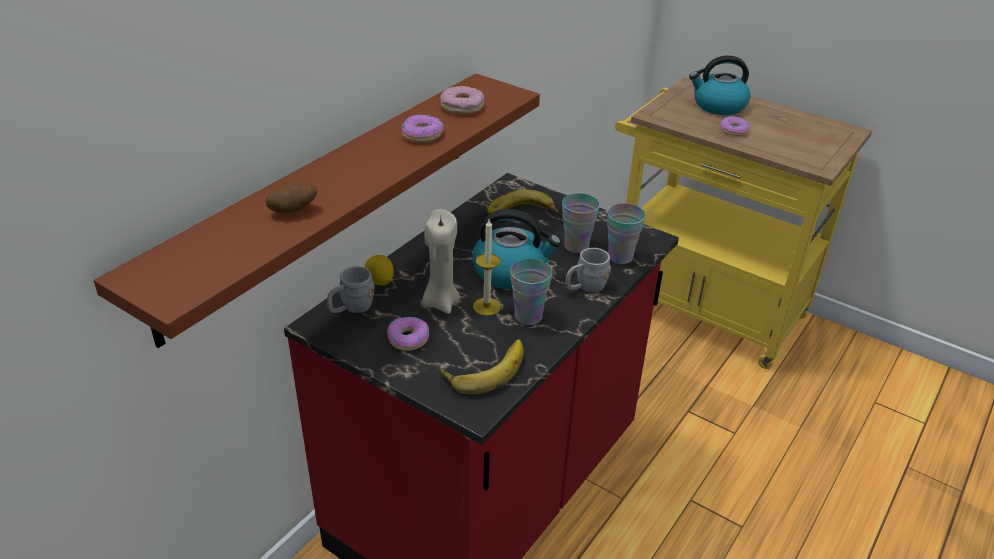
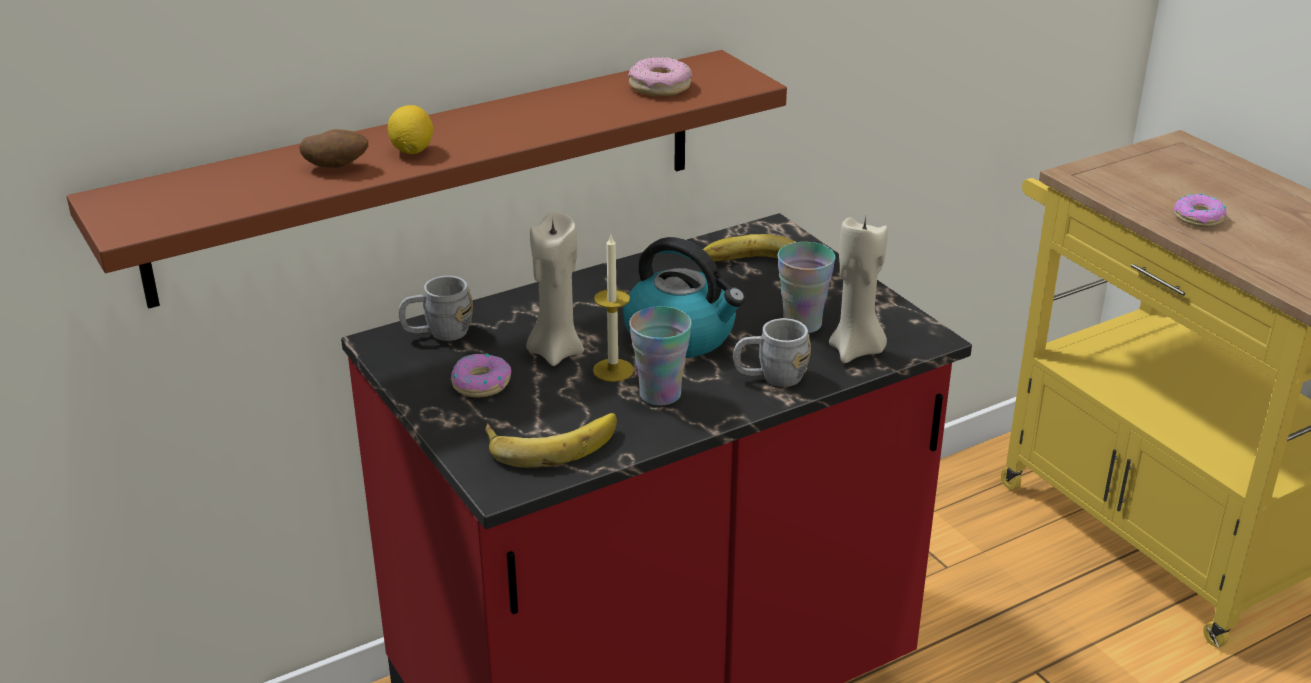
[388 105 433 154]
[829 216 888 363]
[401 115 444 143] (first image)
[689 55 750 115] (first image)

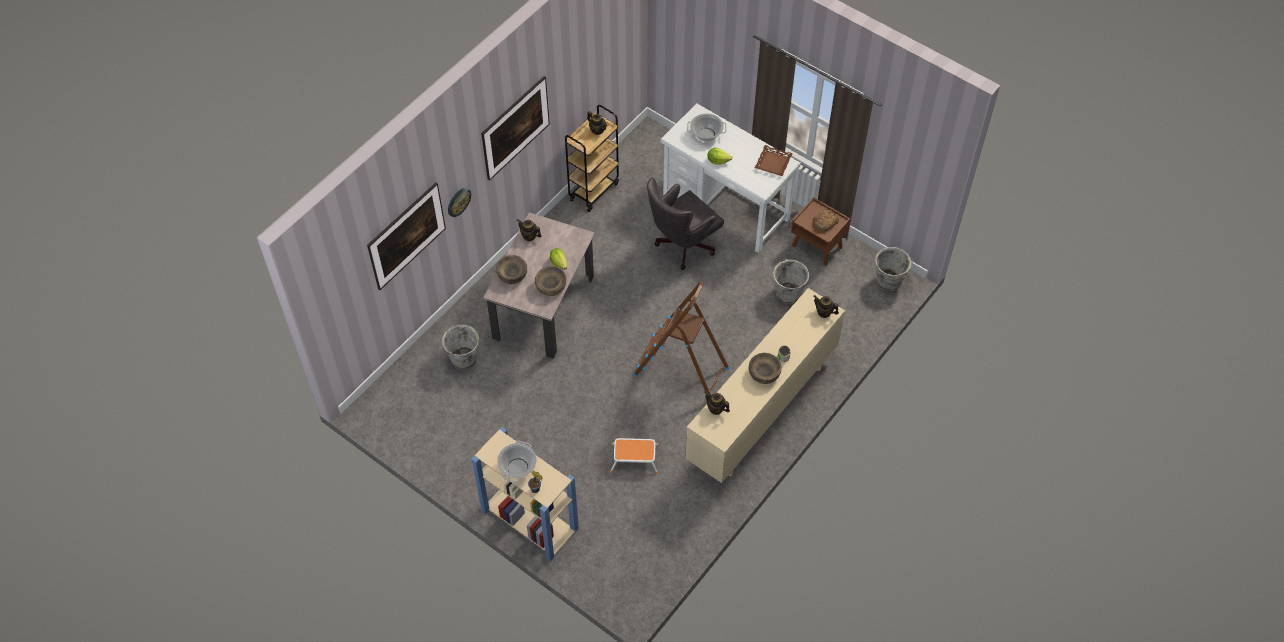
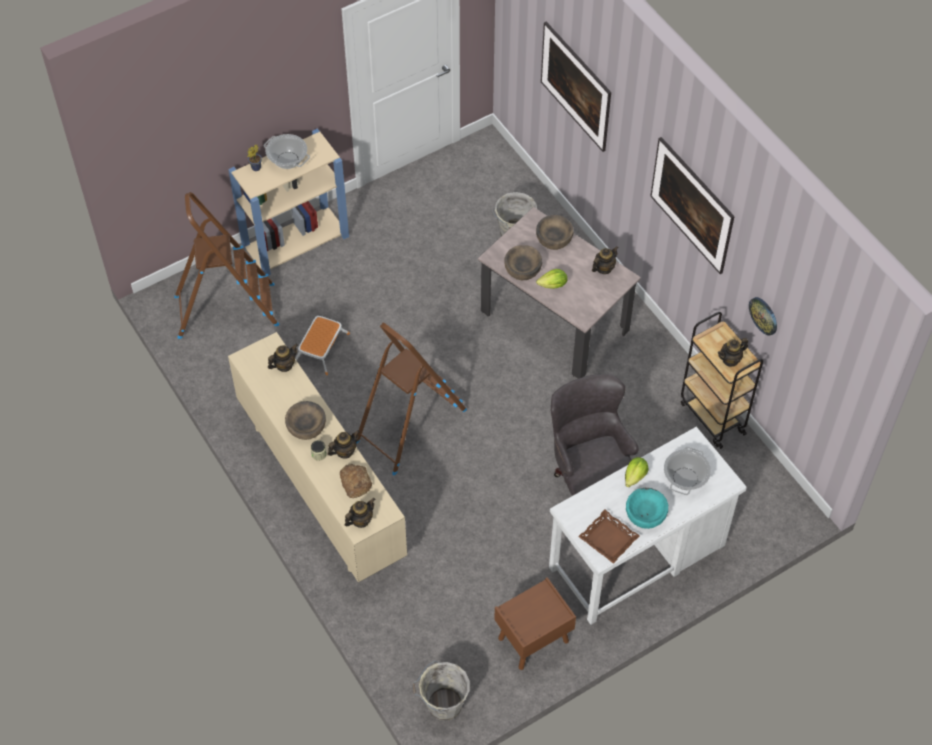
[174 192 279 339]
[328 430 360 458]
[340 464 372 498]
[626 488 668 529]
[749 297 777 336]
[769 258 809 304] (first image)

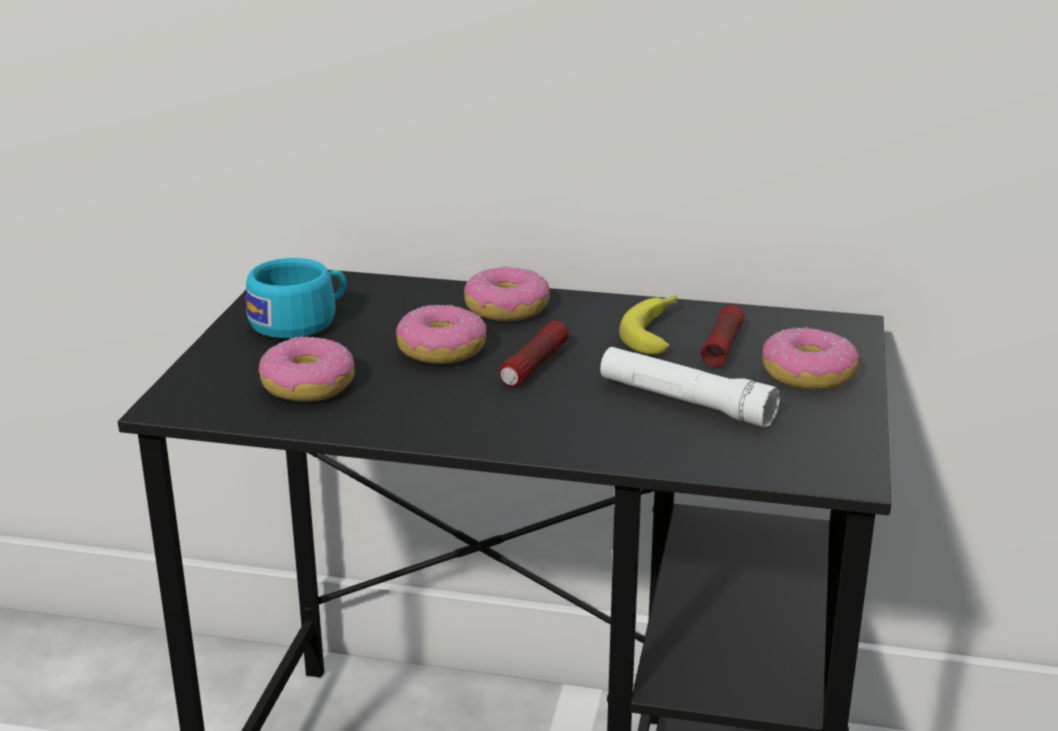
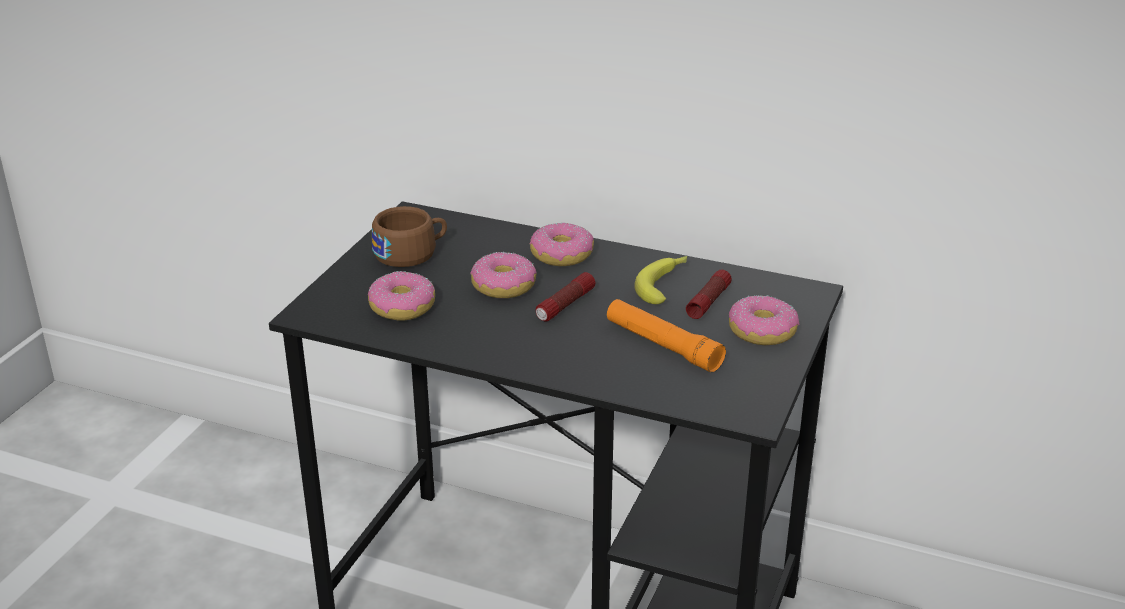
[372 206 447 267]
[607 299 726 372]

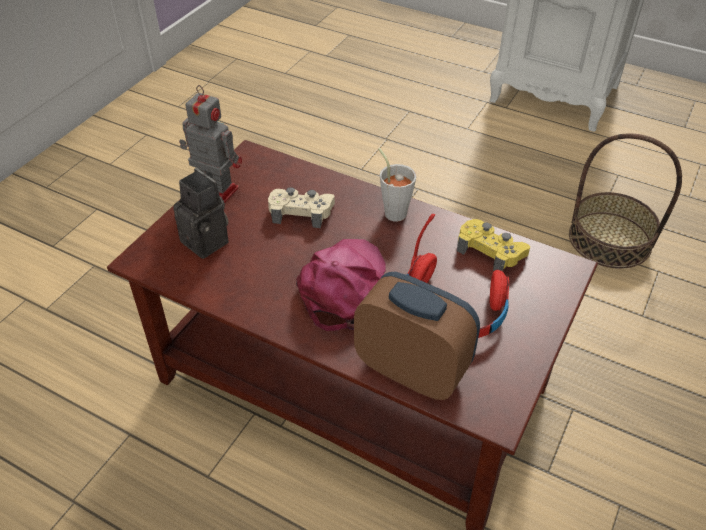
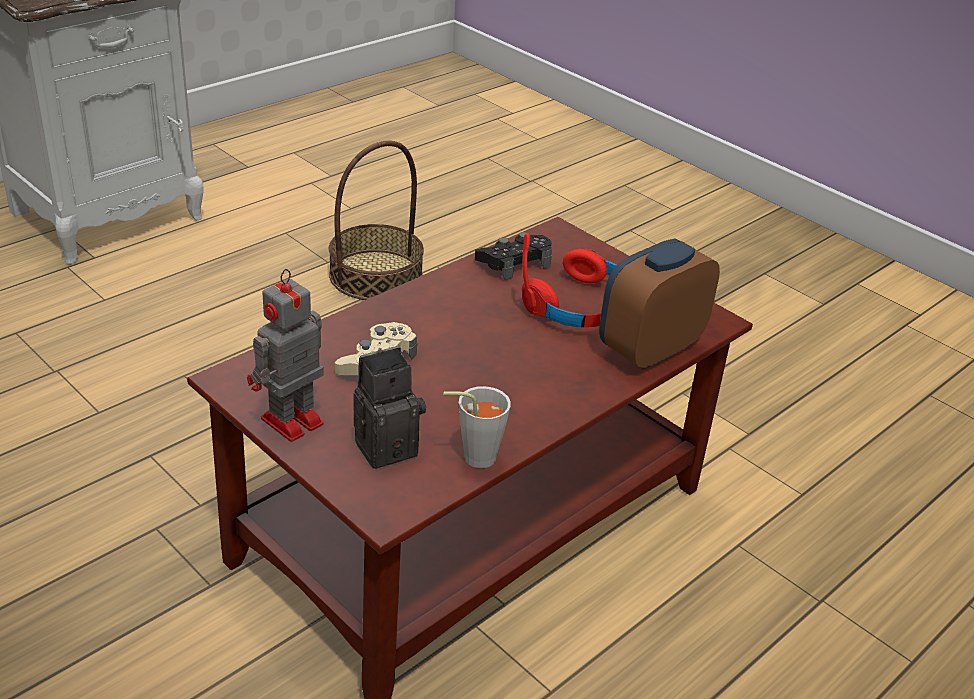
[444 386 511 468]
[475 232 552 280]
[296 239 386 331] (first image)

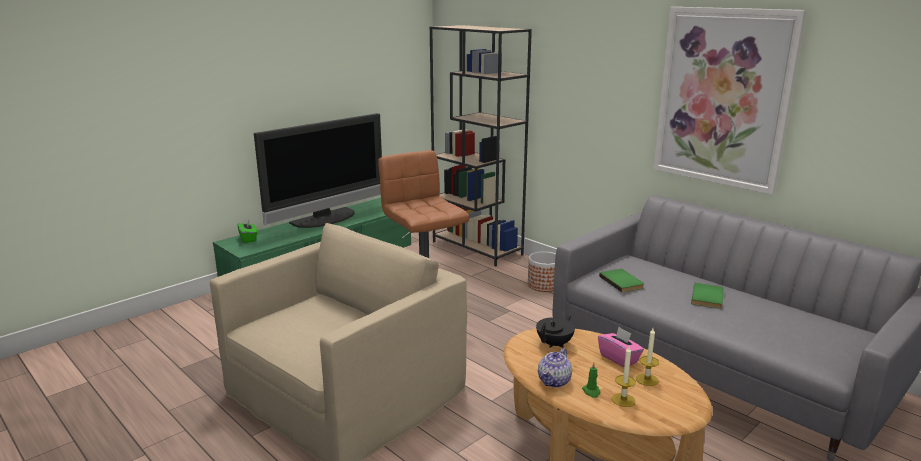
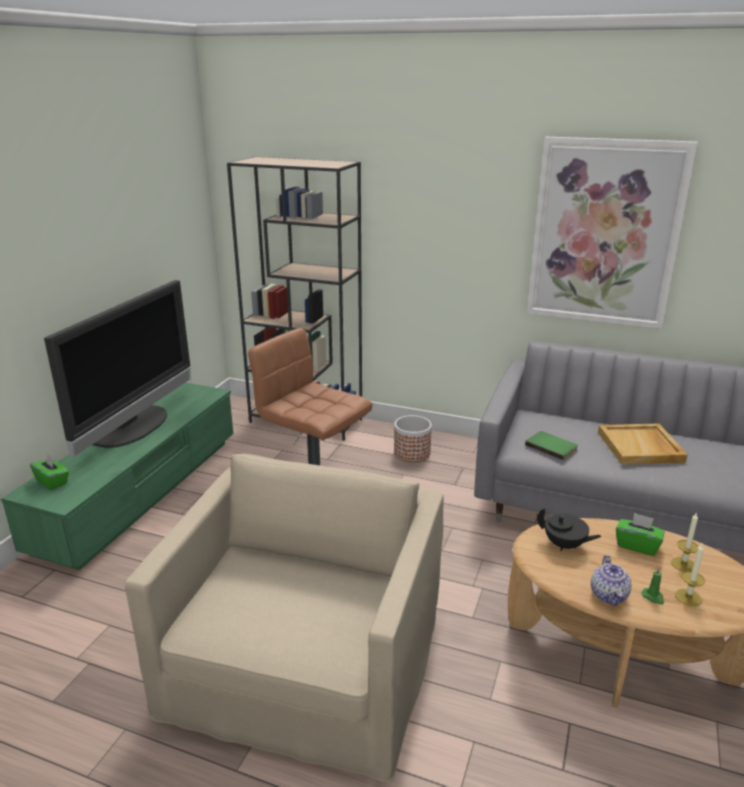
[537 507 602 551]
[598 423 688 465]
[616 513 665 556]

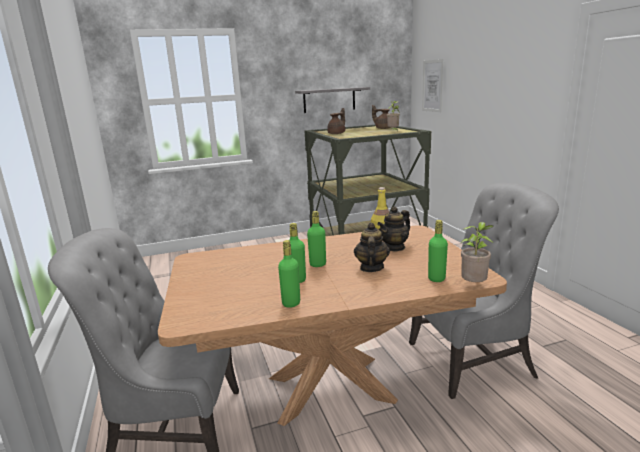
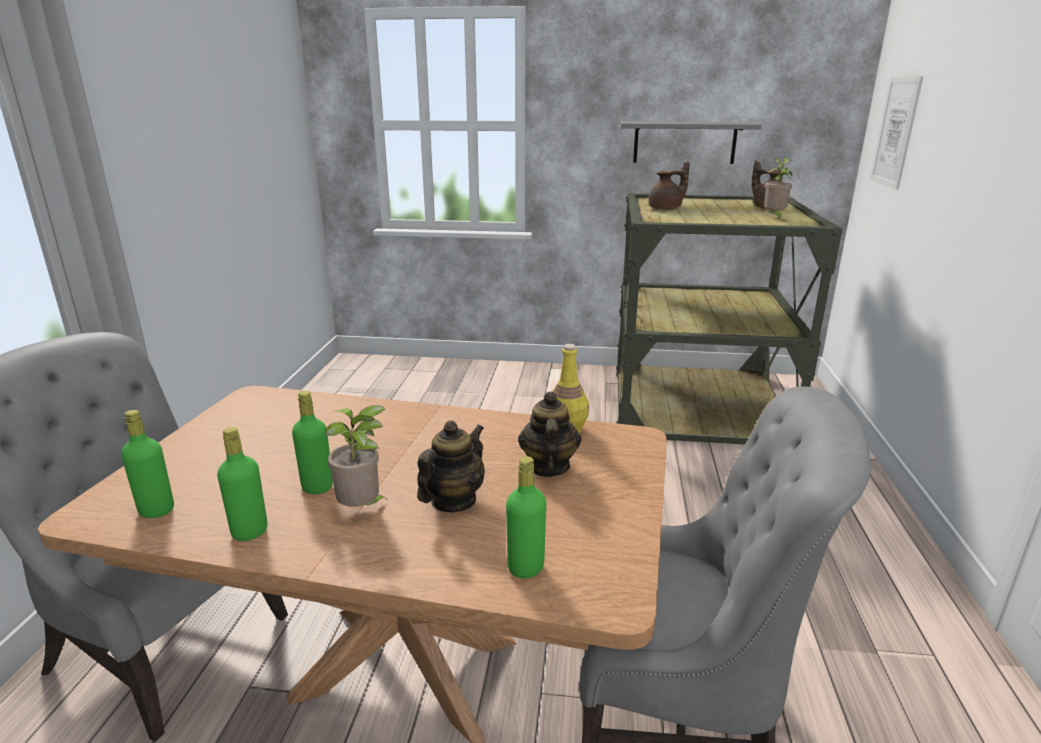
[121 410 174 518]
[325 405 386 507]
[518 391 582 477]

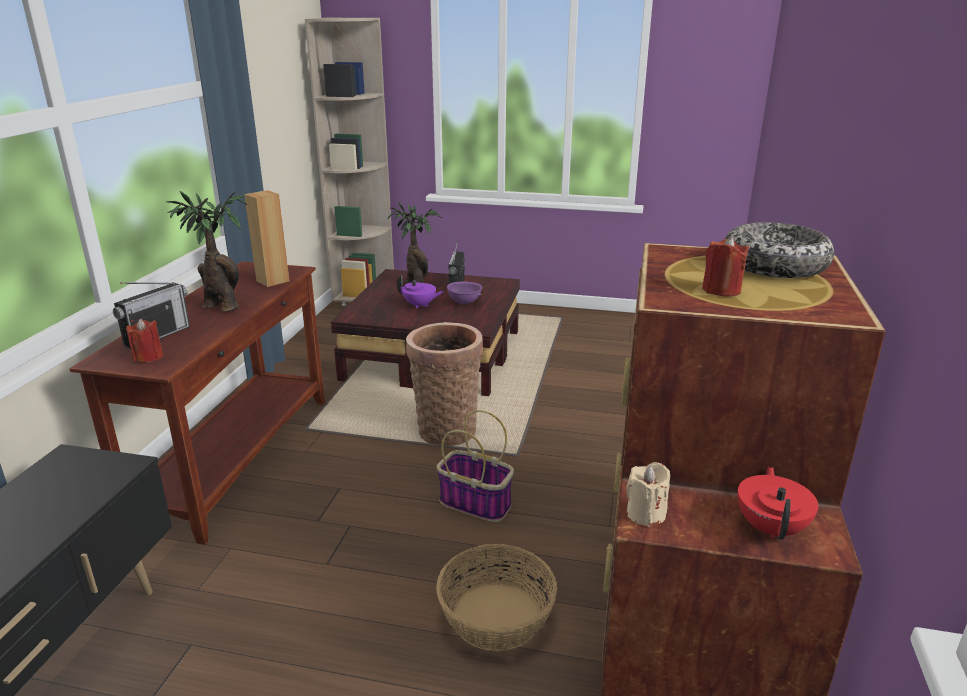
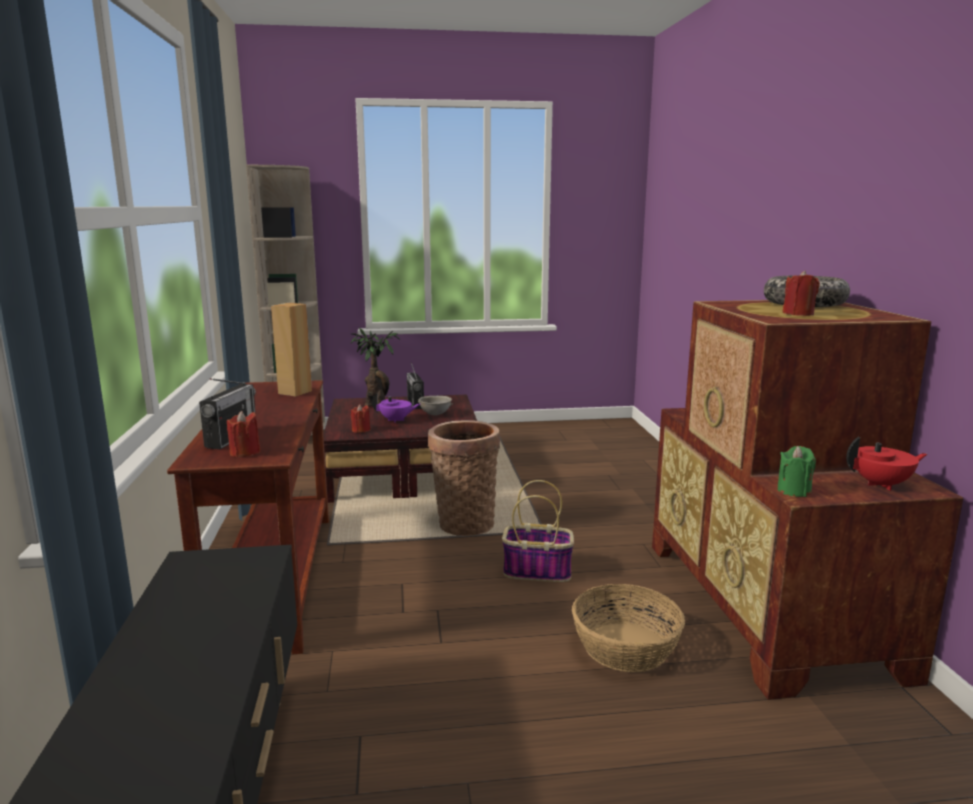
[350 404 370 433]
[418 396 453 415]
[777 446 816 497]
[846 437 927 491]
[166 191 247 312] (first image)

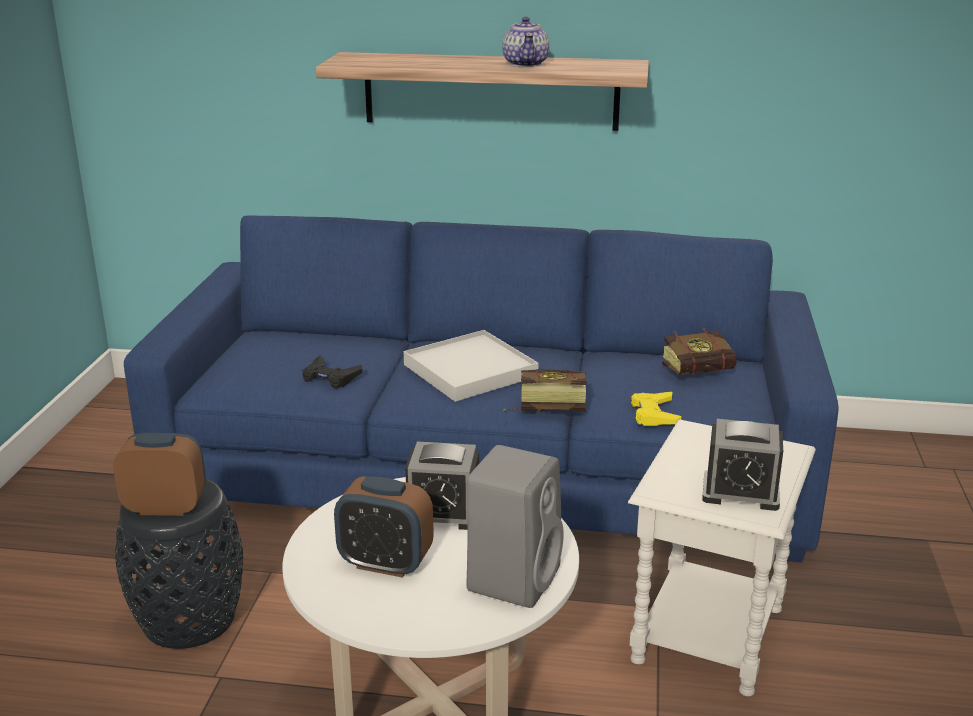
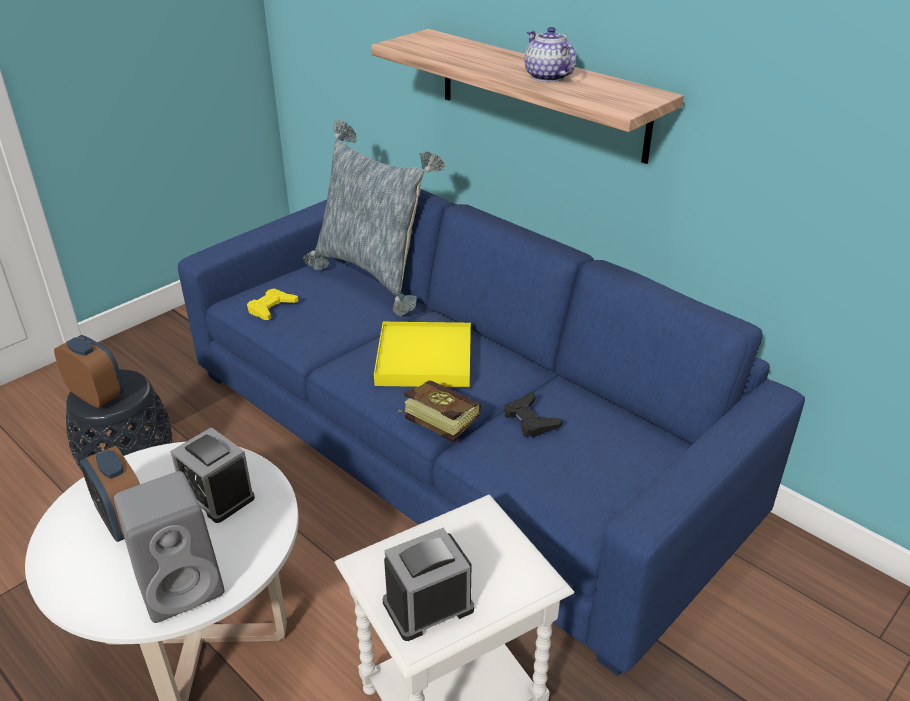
[247 289 298 320]
[303 119 445 316]
[374 322 471 387]
[383 527 474 641]
[504 392 563 438]
[524 27 576 82]
[662 328 737 375] (first image)

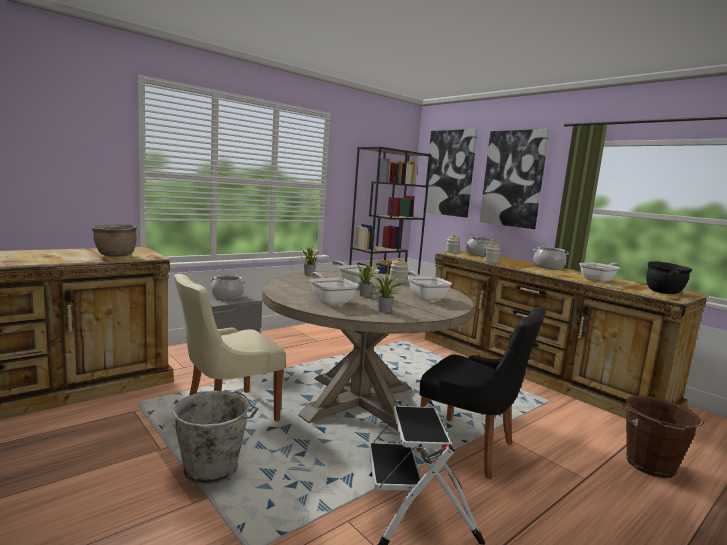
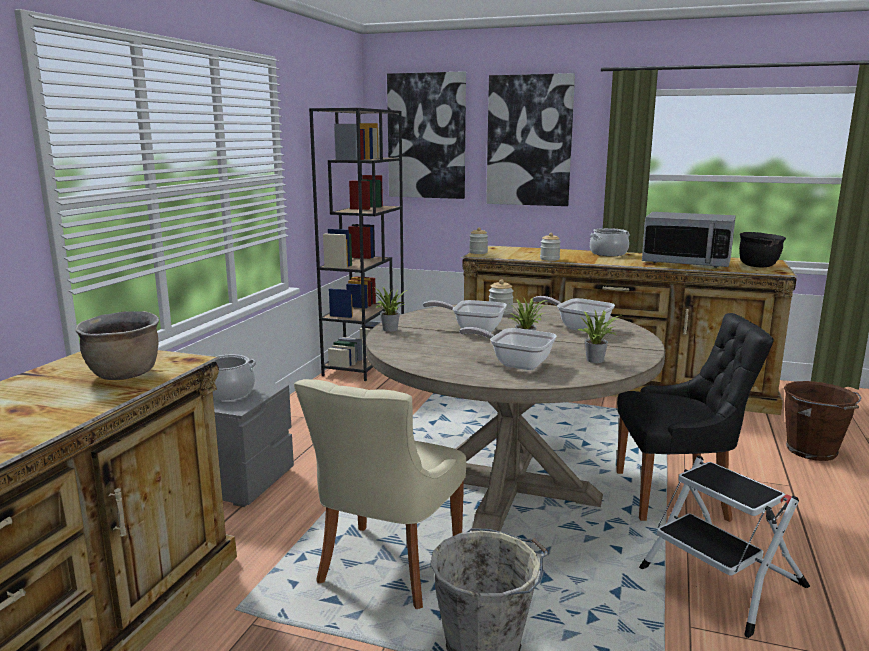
[642 212 736 268]
[466 237 493 256] (first image)

